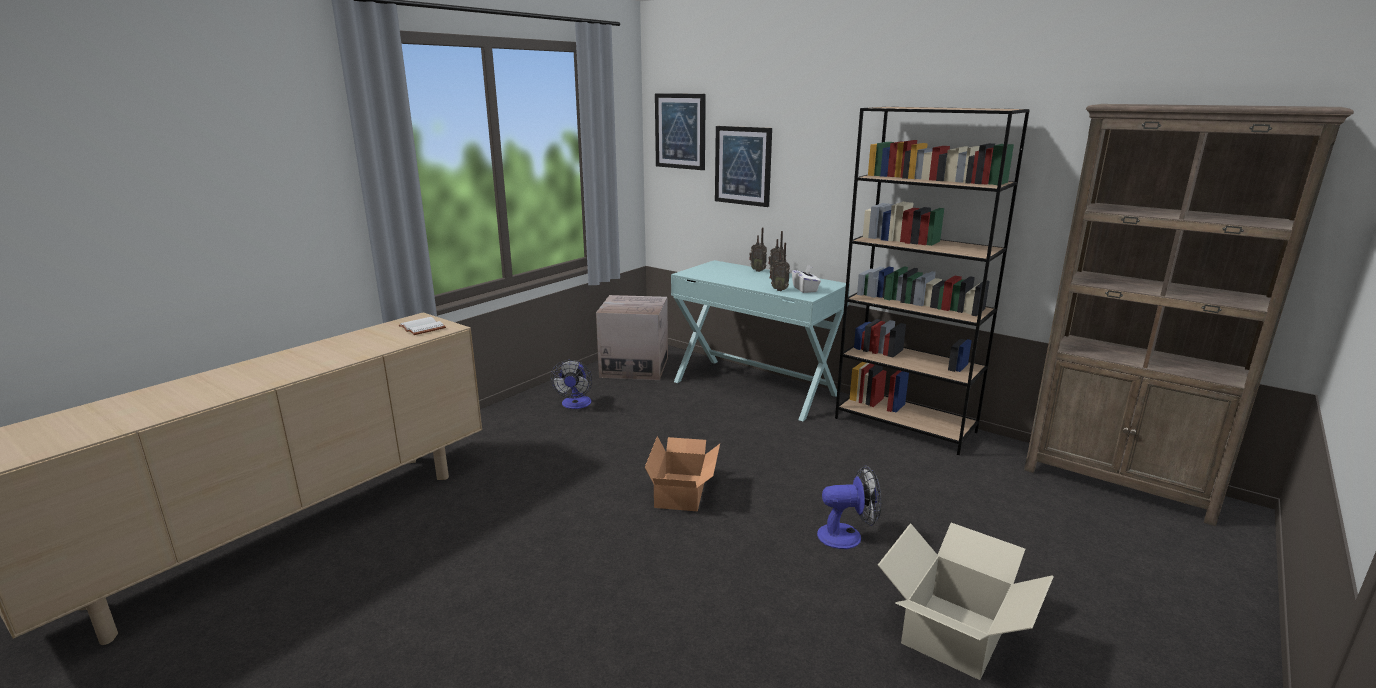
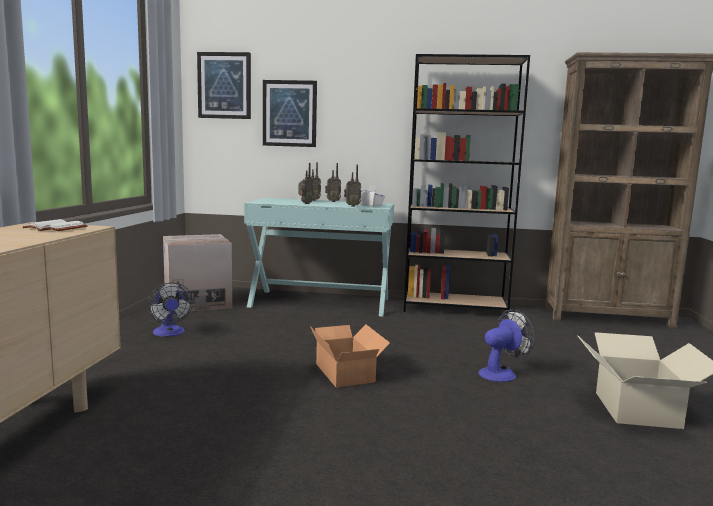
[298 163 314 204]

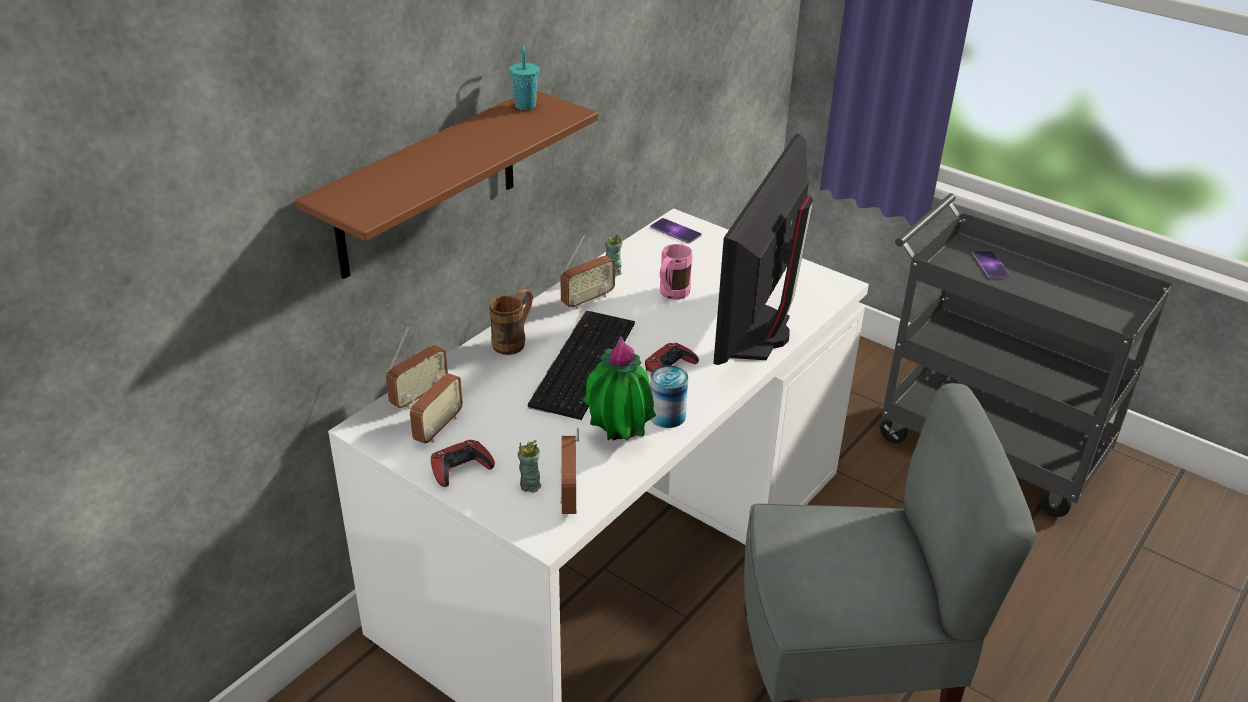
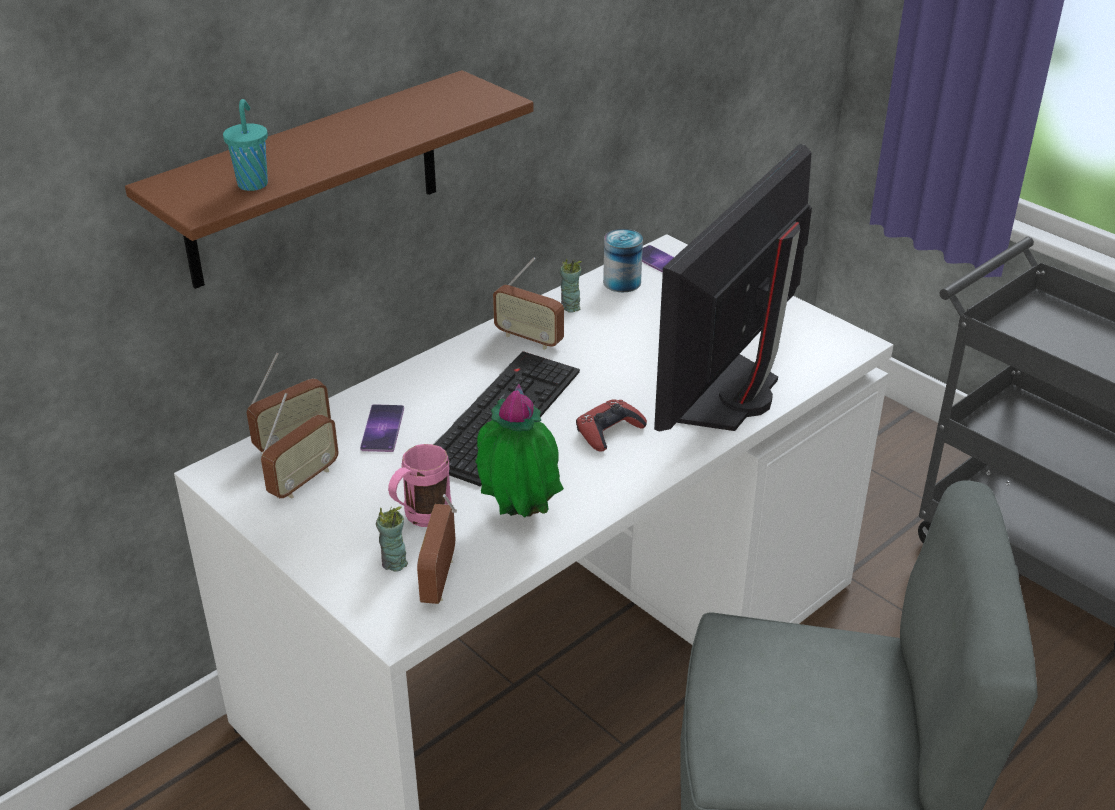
[223 99 268 191]
[360 404 404 452]
[388 444 452 527]
[493 258 564 350]
[603 229 643 292]
[431 440 495 487] (first image)
[489 289 533 355] (first image)

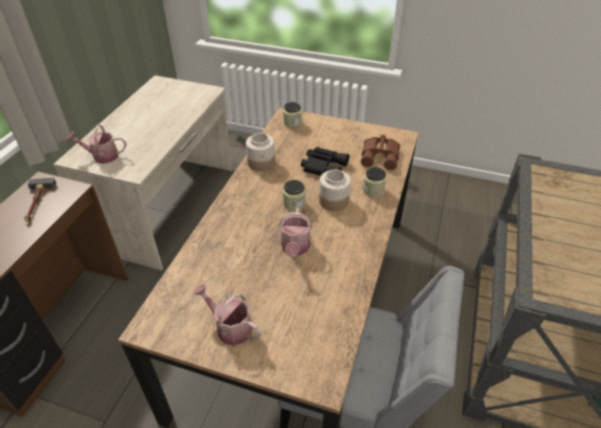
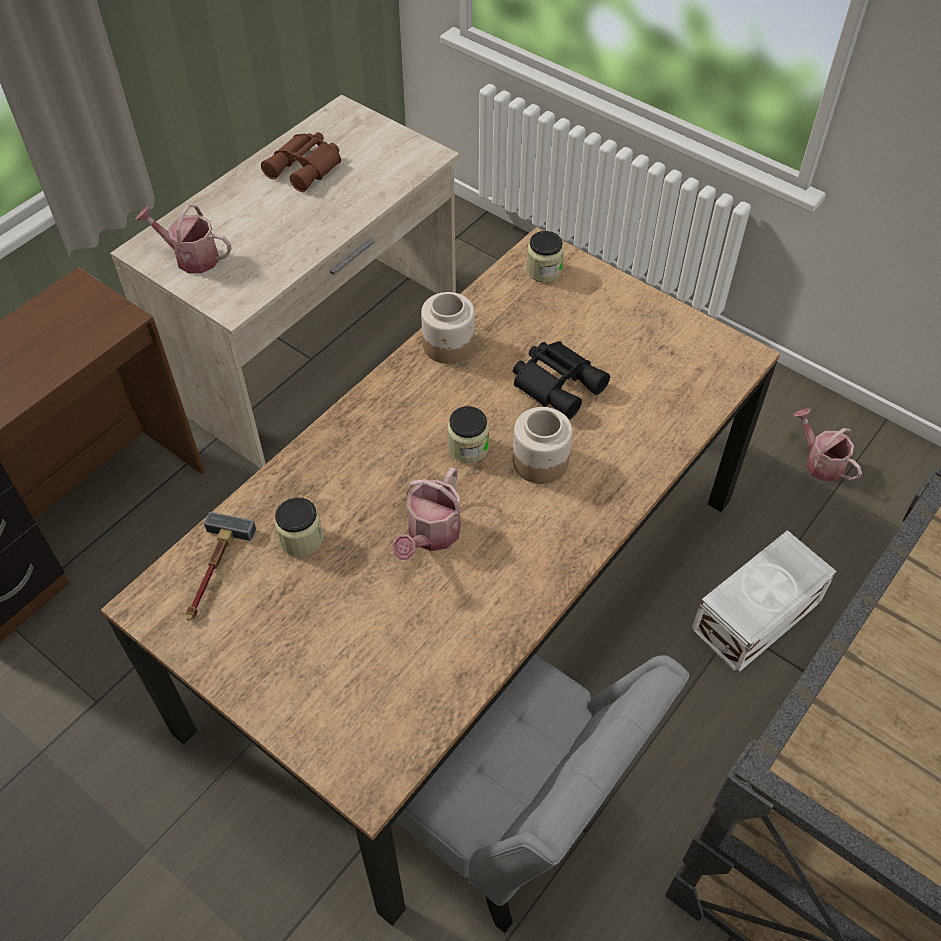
[186 512 256 621]
[261 132 341 192]
[275 497 323 557]
[691 530 837 674]
[794 408 862 481]

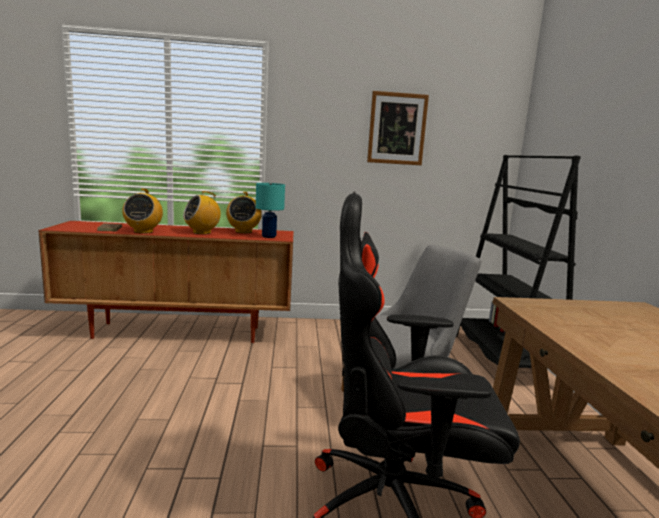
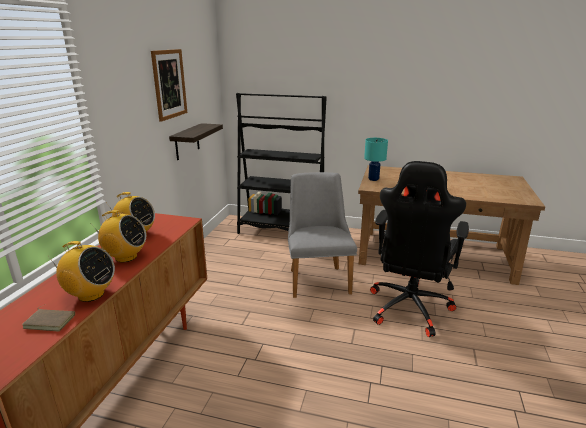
[90 210 146 263]
[169 123 223 160]
[364 138 388 181]

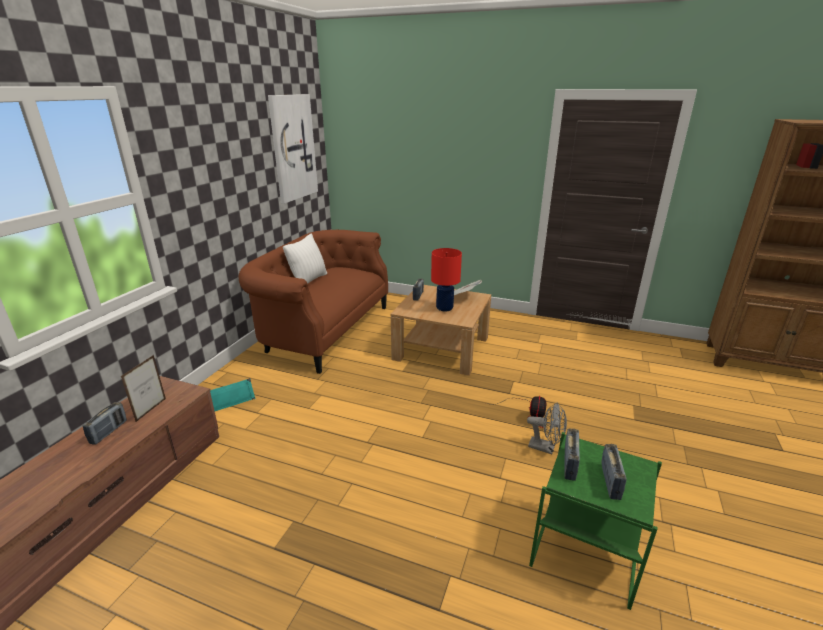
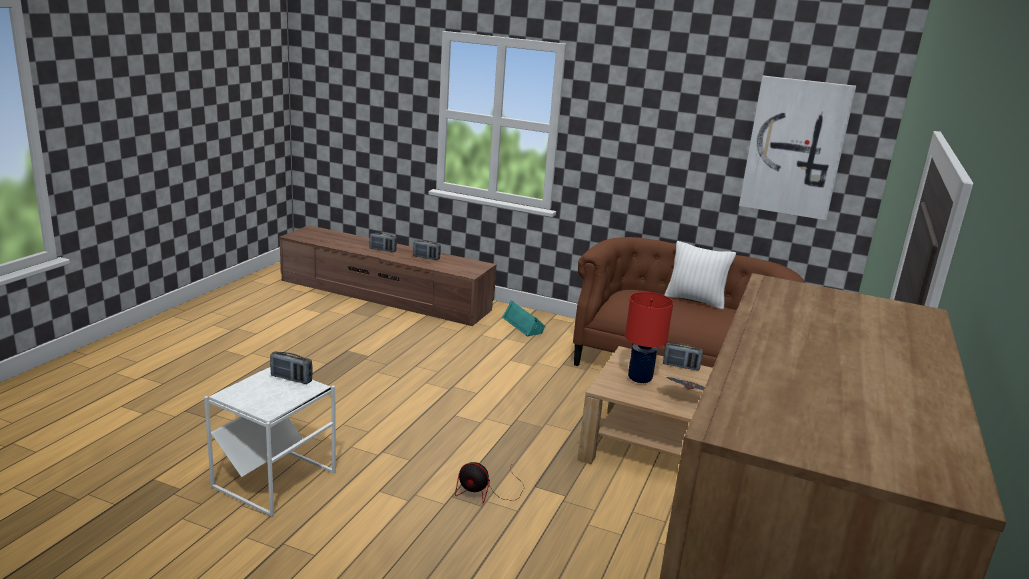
[204 367 336 517]
[369 233 397 252]
[121 355 166 422] (first image)
[527 403 567 454] (first image)

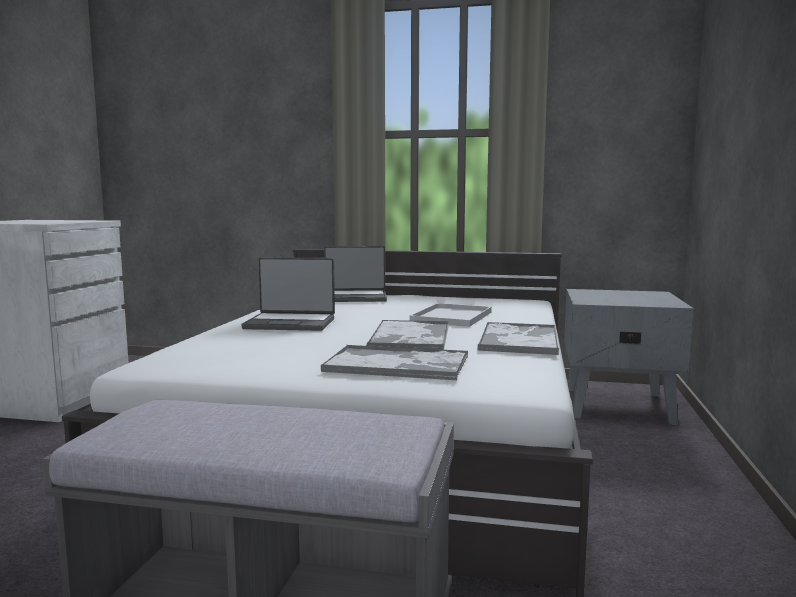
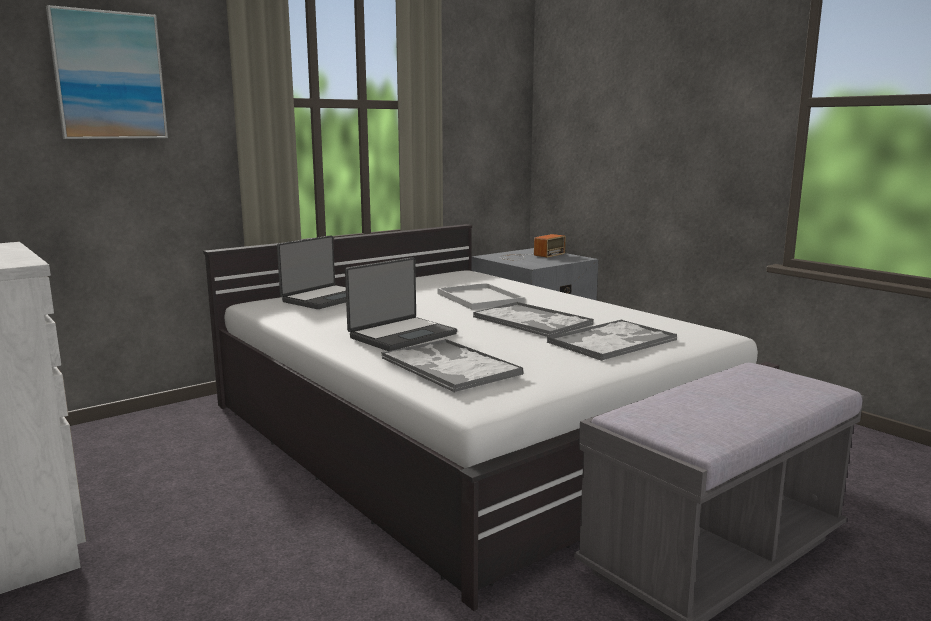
[46 5 168 139]
[381 339 523 392]
[500 234 566 261]

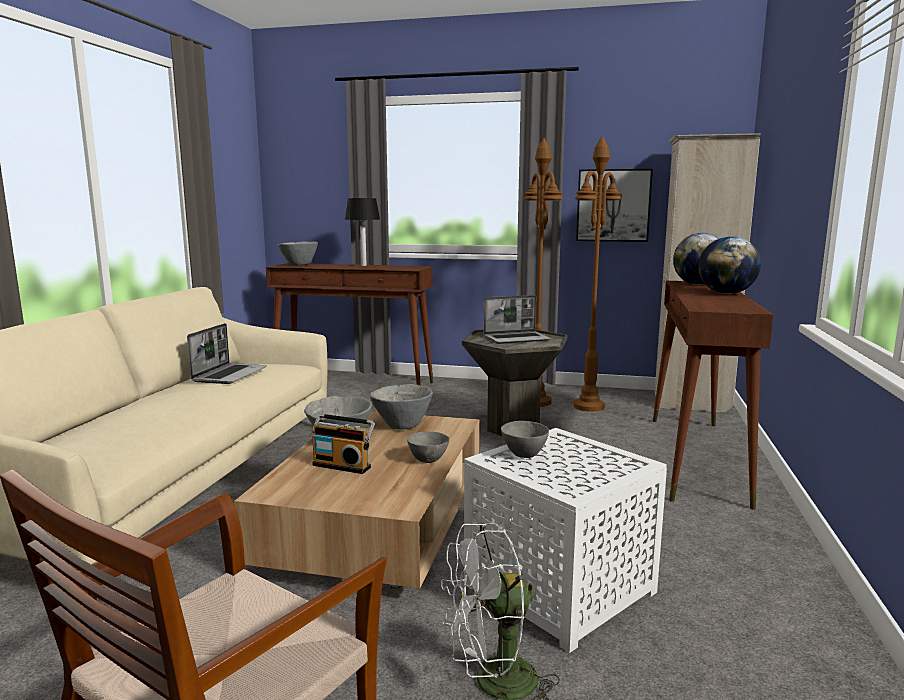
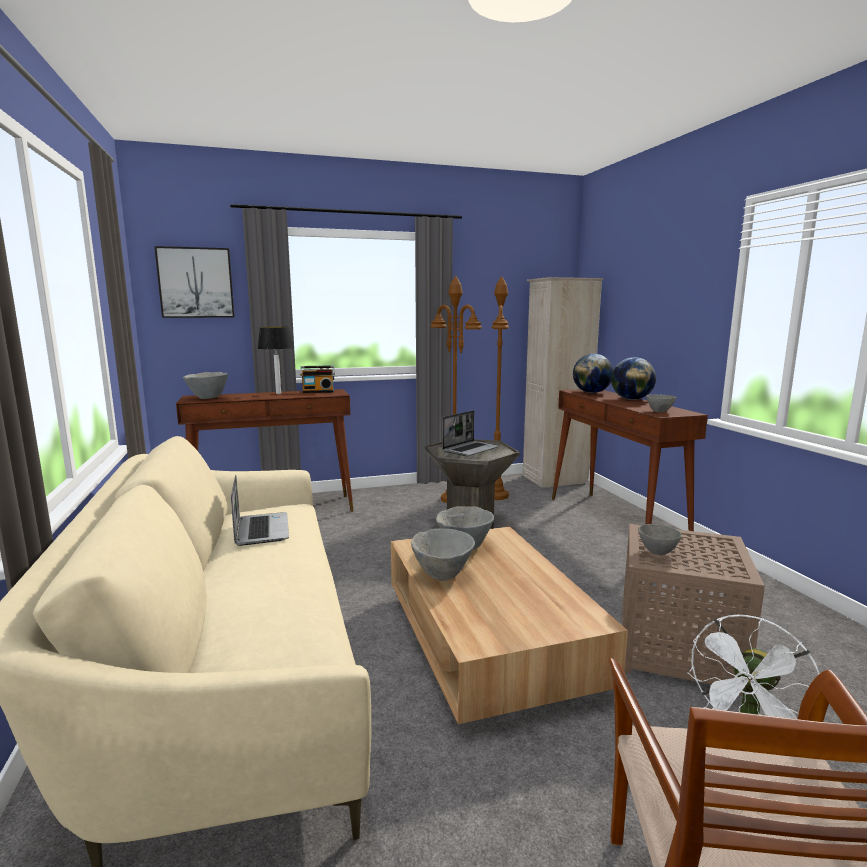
[154 246 235 318]
[300 365 335 393]
[622 524 765 696]
[646 394 676 412]

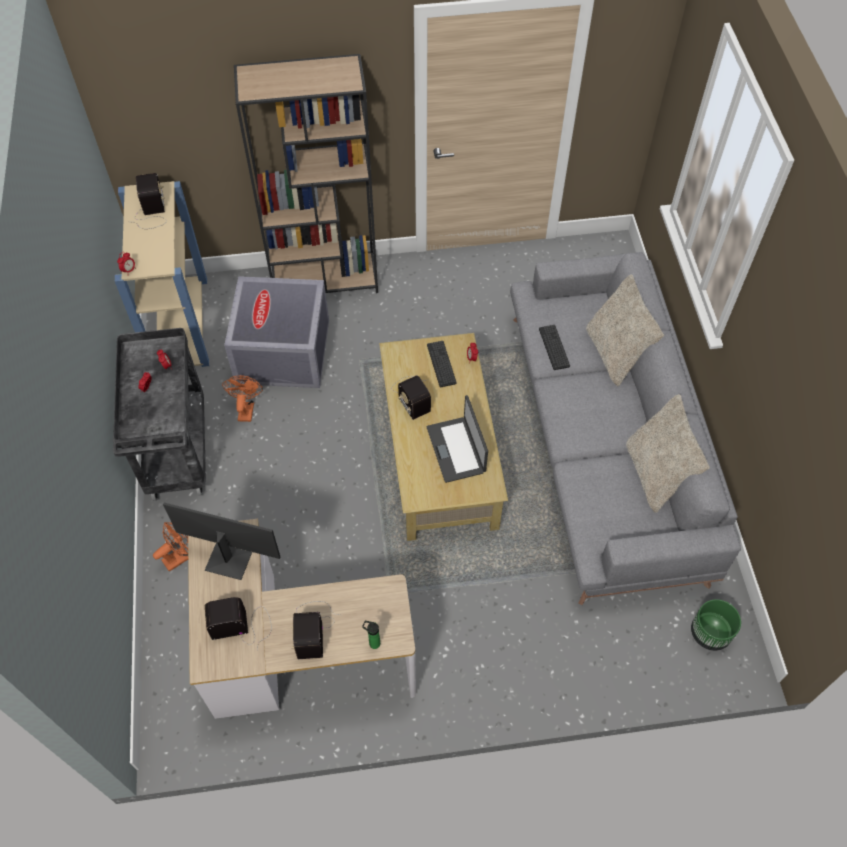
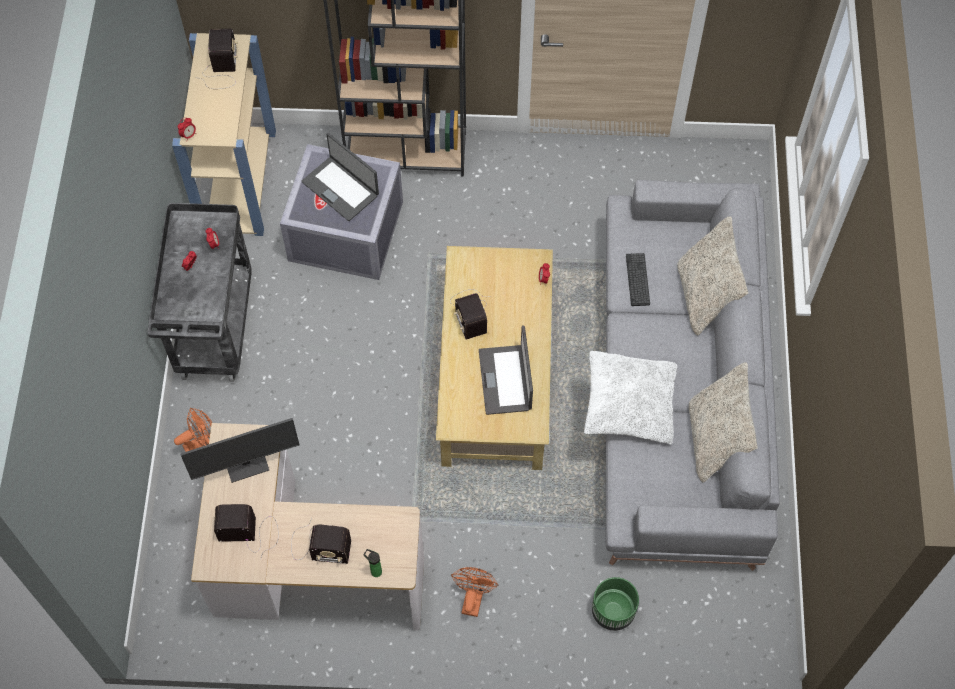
[180 418 300 483]
[291 518 351 564]
[302 133 379 221]
[451 567 499 617]
[584 351 677 444]
[592 577 639 631]
[427 341 457 387] (first image)

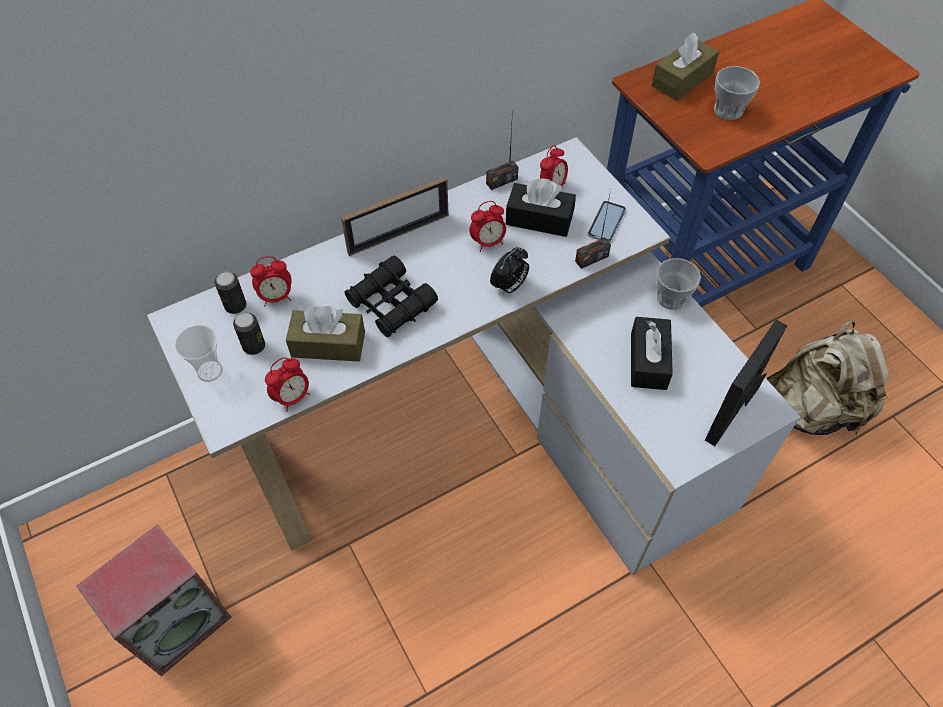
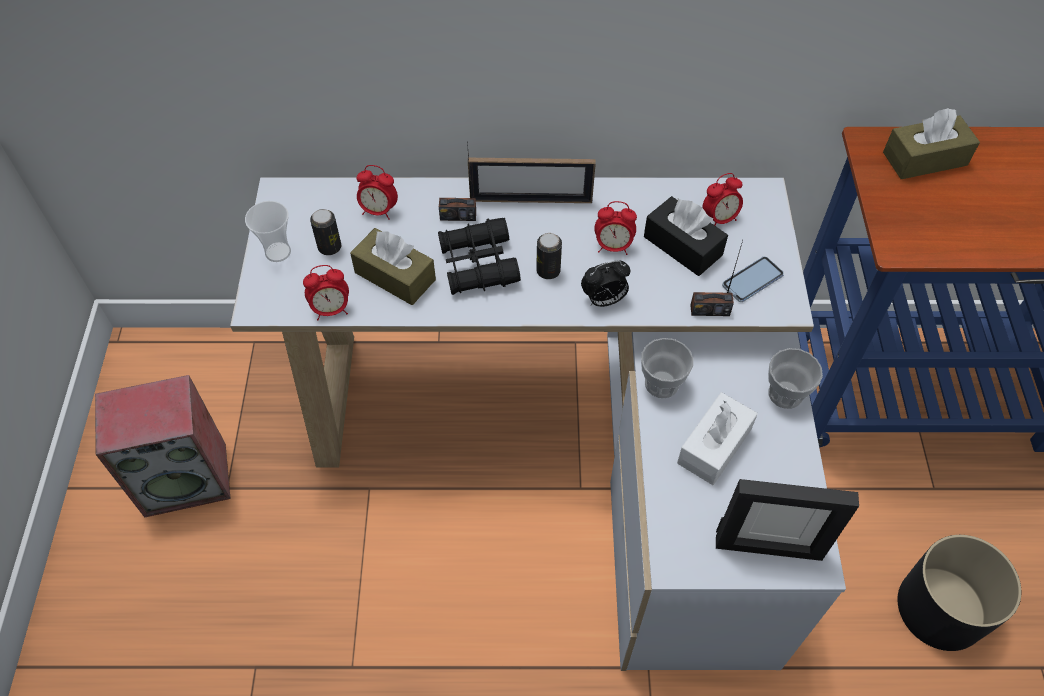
[439 142 476 221]
[536 233 562 279]
[641 338 693 398]
[677 392 758 485]
[716 479 859 561]
[897 535 1021 651]

